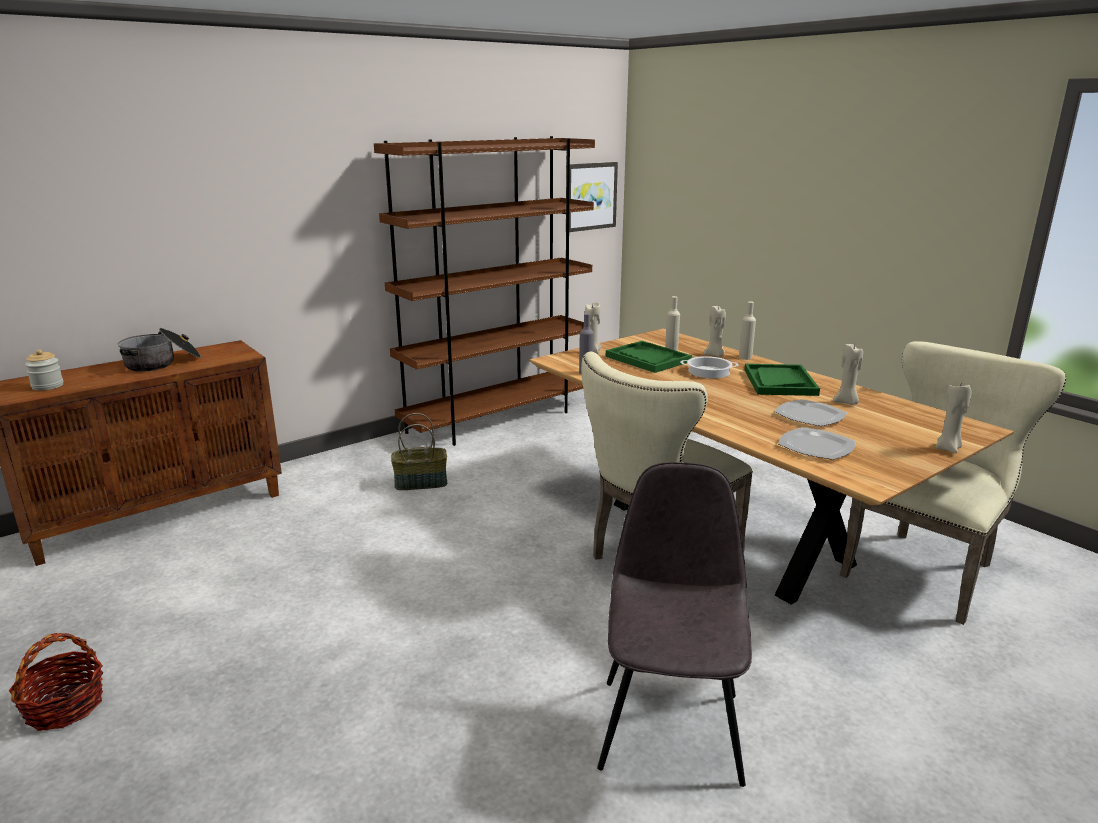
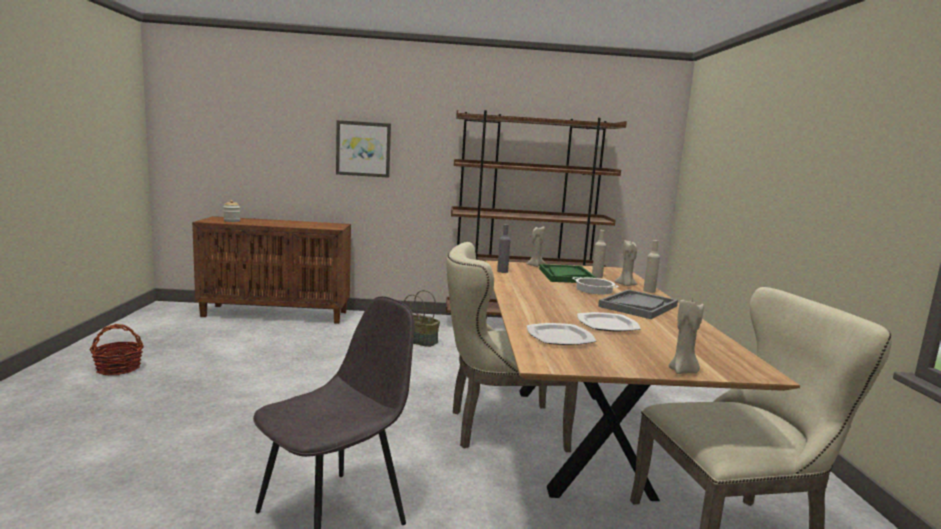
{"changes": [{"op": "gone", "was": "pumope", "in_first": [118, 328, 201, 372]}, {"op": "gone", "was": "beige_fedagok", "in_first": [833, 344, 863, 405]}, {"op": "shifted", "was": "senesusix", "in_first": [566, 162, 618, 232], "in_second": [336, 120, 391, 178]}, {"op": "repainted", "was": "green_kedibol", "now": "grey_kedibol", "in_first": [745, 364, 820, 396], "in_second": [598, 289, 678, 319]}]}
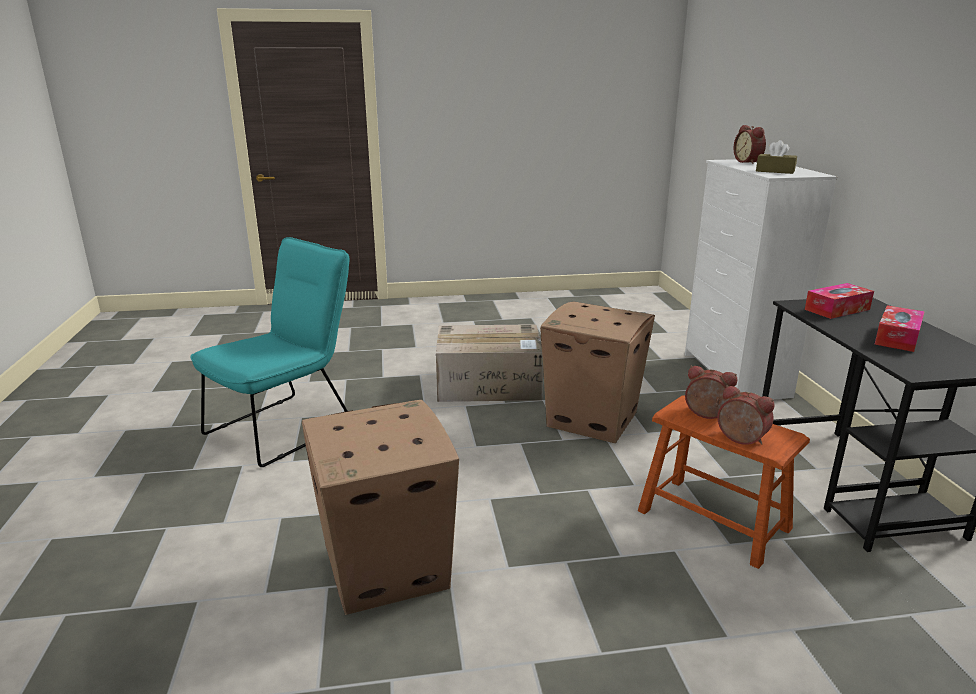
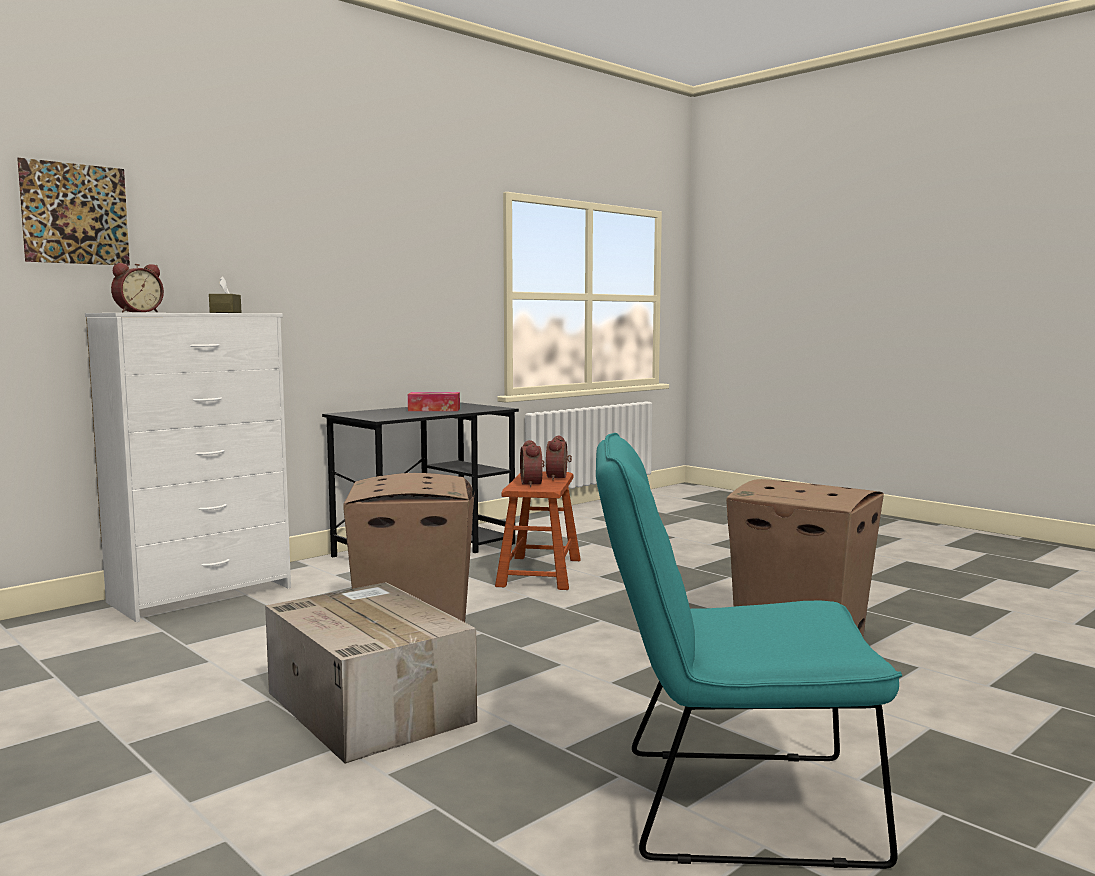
{"changes": [{"op": "gone", "was": "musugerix", "in_first": [805, 283, 874, 319]}, {"op": "new", "now": "senesusix", "in_second": [17, 158, 130, 266]}]}
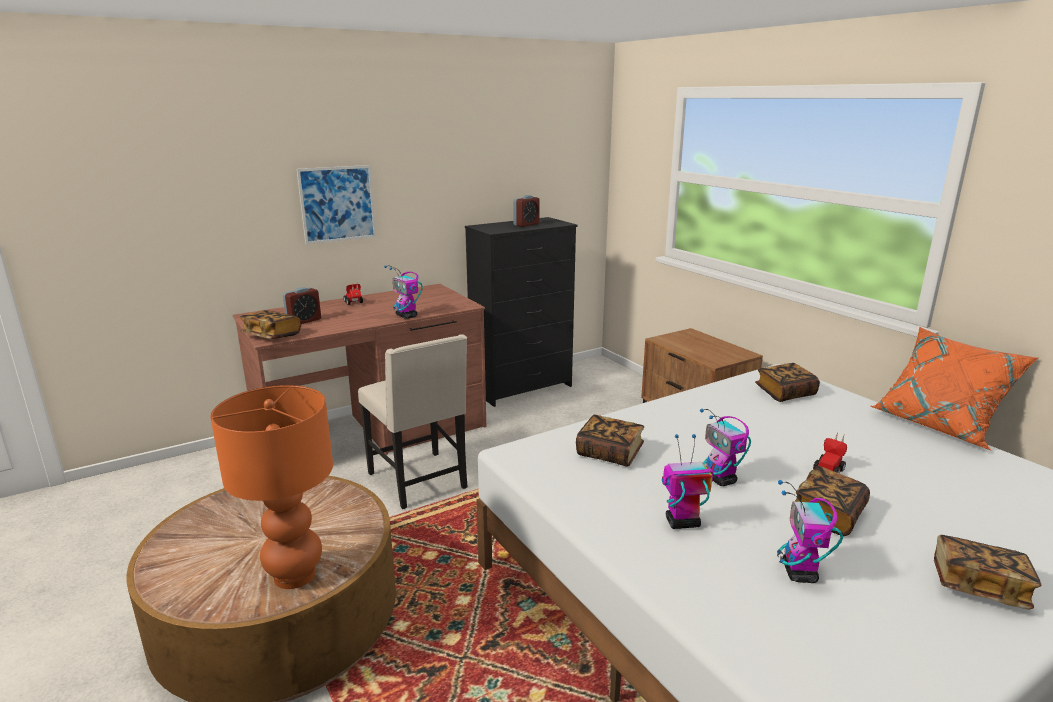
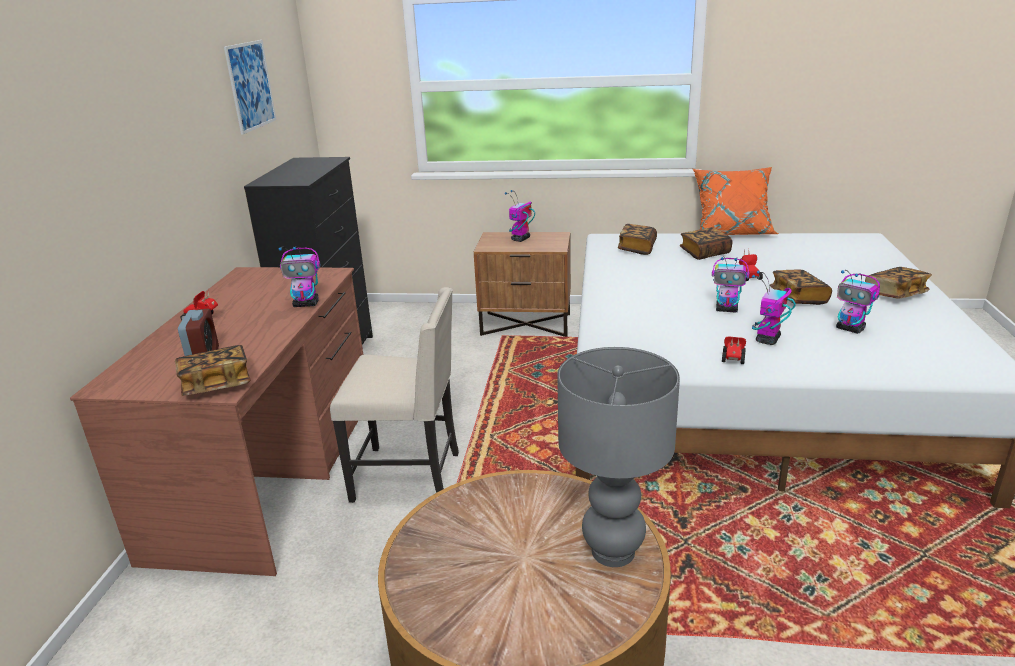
{"changes": [{"op": "gone", "was": "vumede", "in_first": [513, 195, 540, 227]}, {"op": "new", "now": "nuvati", "in_second": [505, 190, 535, 242]}, {"op": "new", "now": "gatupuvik", "in_second": [722, 336, 746, 364]}, {"op": "shifted", "was": "senesusix", "in_first": [297, 165, 376, 244], "in_second": [224, 40, 276, 135]}, {"op": "shifted", "was": "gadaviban", "in_first": [576, 414, 644, 467], "in_second": [680, 227, 733, 260]}, {"op": "repainted", "was": "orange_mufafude", "now": "grey_mufafude", "in_first": [210, 385, 333, 589], "in_second": [557, 347, 680, 567]}]}
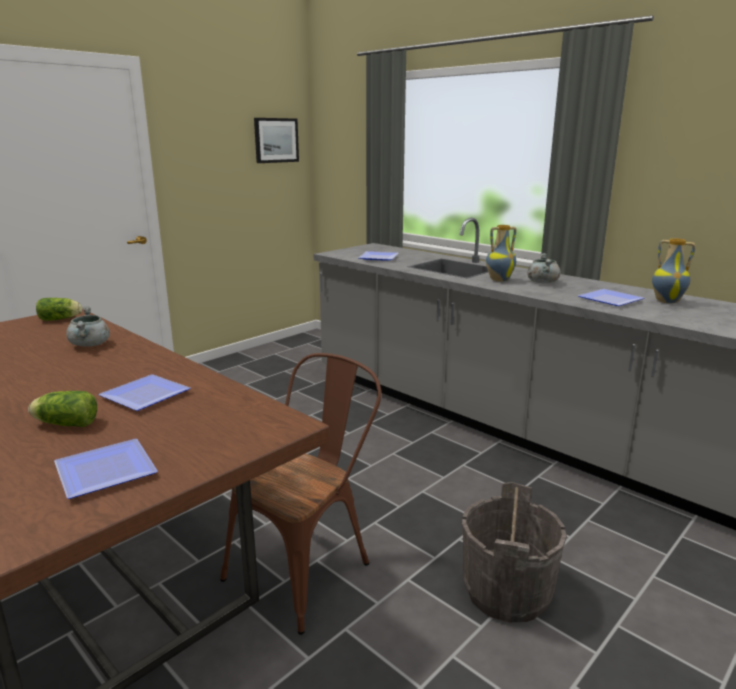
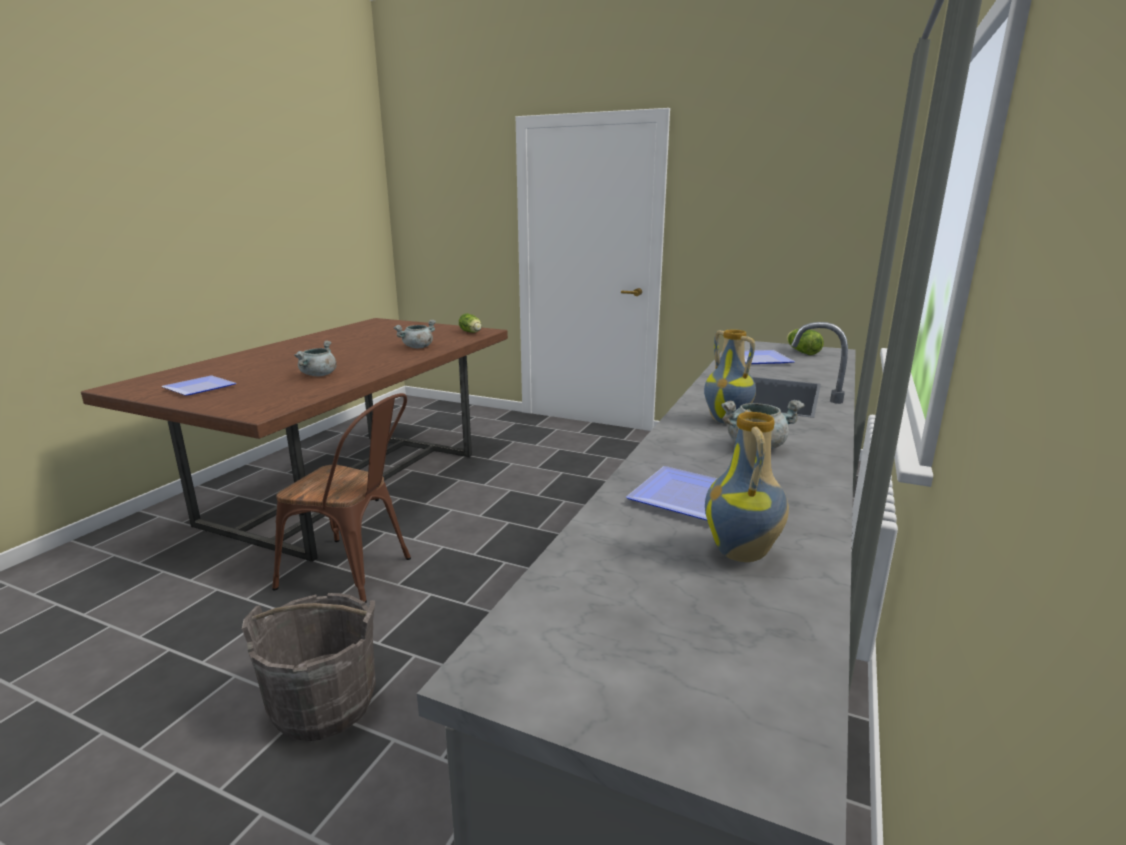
{"changes": [{"op": "gone", "was": "senesusix", "in_first": [254, 118, 299, 163]}, {"op": "shifted", "was": "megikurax", "in_first": [28, 391, 97, 427], "in_second": [787, 329, 824, 355]}, {"op": "swapped", "was": "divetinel", "now": "grey_pumope", "in_first": [98, 374, 190, 411], "in_second": [294, 341, 337, 376]}]}
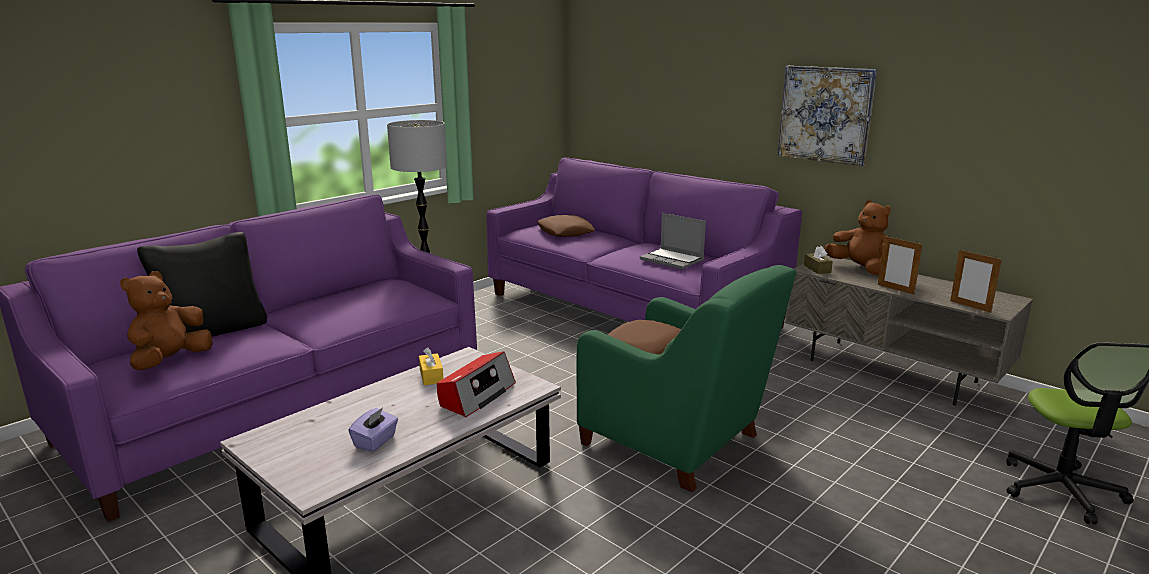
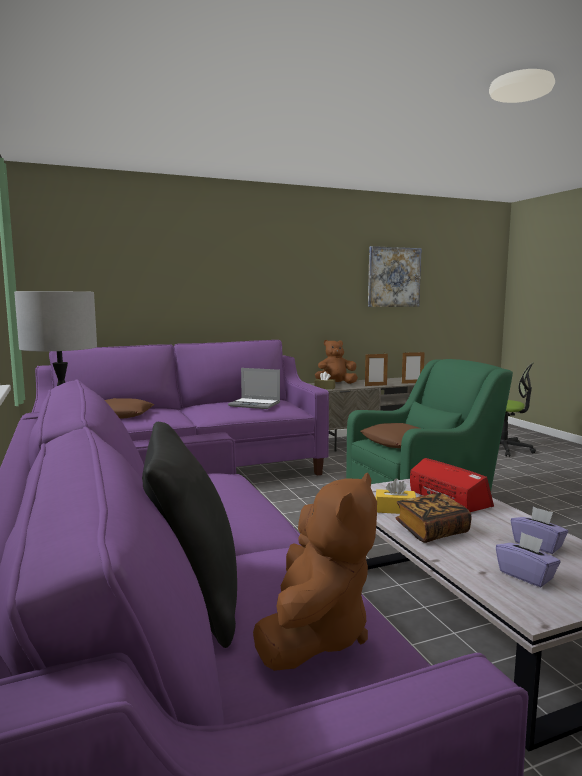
{"changes": [{"op": "new", "now": "gadaviban", "in_second": [396, 493, 472, 543]}, {"op": "new", "now": "purple_musugerix", "in_second": [496, 532, 561, 587]}, {"op": "shifted", "was": "senesusix", "in_first": [778, 66, 877, 166], "in_second": [368, 246, 422, 307]}, {"op": "rotated", "was": "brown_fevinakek", "in_first": [120, 271, 213, 370], "in_second": [253, 472, 377, 671], "clockwise": -120}, {"op": "rotated", "was": "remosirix", "in_first": [640, 213, 706, 269], "in_second": [228, 368, 280, 409], "clockwise": 45}]}
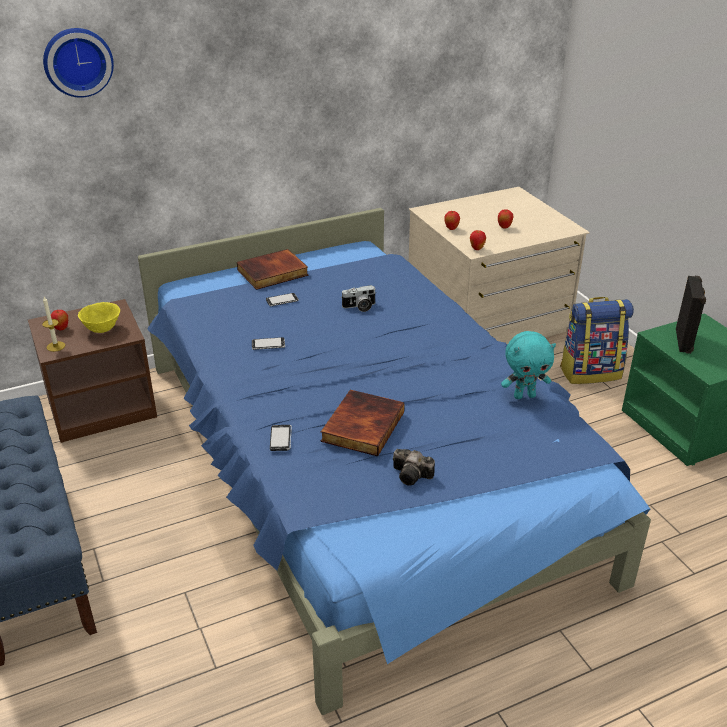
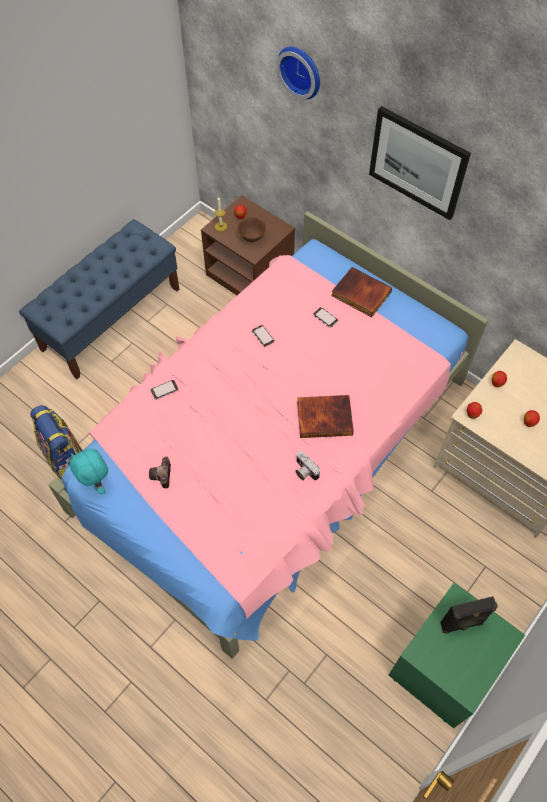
{"changes": [{"op": "new", "now": "senesusix", "in_second": [369, 106, 471, 220]}, {"op": "shifted", "was": "gadaviban", "in_first": [321, 390, 405, 456], "in_second": [297, 395, 354, 438]}, {"op": "shifted", "was": "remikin", "in_first": [342, 285, 376, 312], "in_second": [295, 451, 320, 481]}, {"op": "shifted", "was": "turquoise_fevinakek", "in_first": [501, 331, 556, 399], "in_second": [70, 449, 108, 494]}, {"op": "shifted", "was": "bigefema", "in_first": [560, 297, 634, 384], "in_second": [30, 405, 83, 480]}, {"op": "repainted", "was": "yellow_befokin", "now": "brown_befokin", "in_first": [78, 302, 120, 333], "in_second": [237, 217, 267, 242]}, {"op": "repainted", "was": "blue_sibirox", "now": "pink_sibirox", "in_first": [138, 208, 651, 715], "in_second": [49, 211, 488, 659]}]}
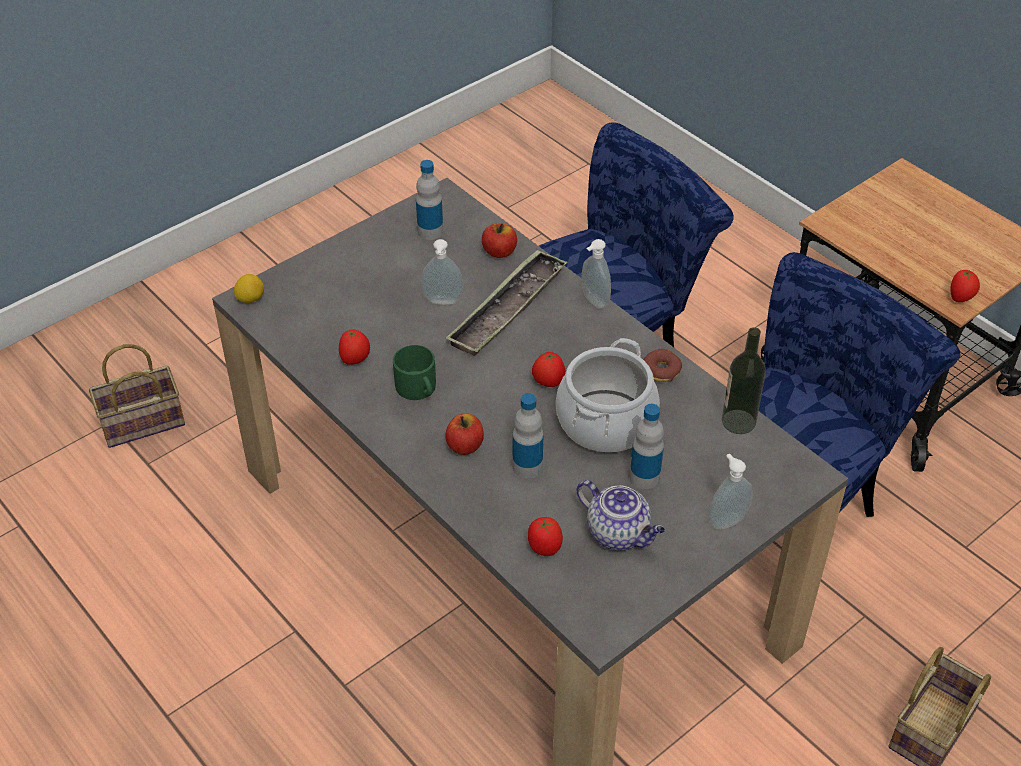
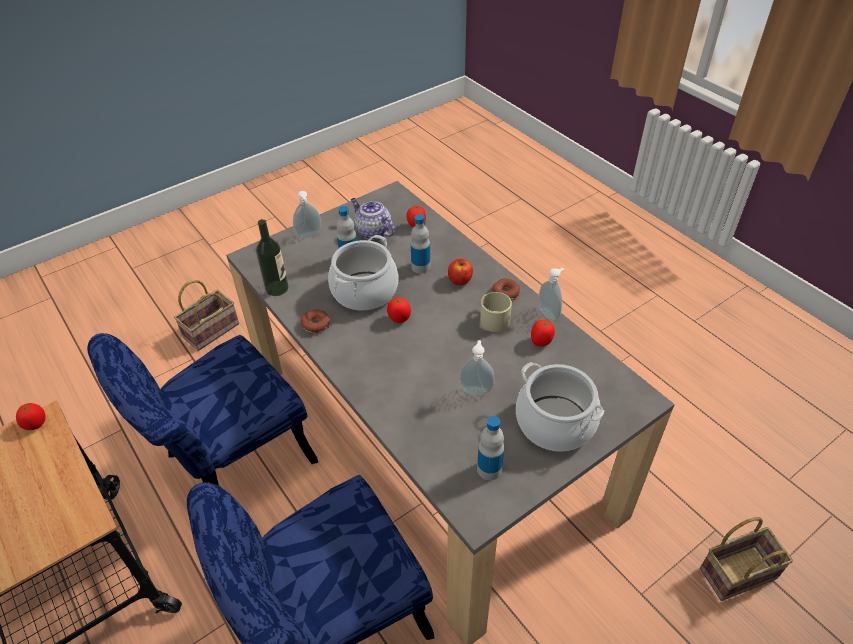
{"changes": [{"op": "gone", "was": "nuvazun", "in_first": [234, 274, 264, 303]}, {"op": "gone", "was": "kedibol", "in_first": [446, 249, 567, 356]}, {"op": "gone", "was": "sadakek", "in_first": [482, 223, 517, 258]}, {"op": "new", "now": "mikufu", "in_second": [492, 278, 520, 300]}, {"op": "new", "now": "pumope", "in_second": [516, 362, 604, 452]}, {"op": "shifted", "was": "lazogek", "in_first": [582, 239, 611, 309], "in_second": [539, 268, 564, 321]}, {"op": "repainted", "was": "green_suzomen", "now": "beige_suzomen", "in_first": [393, 345, 436, 400], "in_second": [480, 292, 512, 332]}]}
